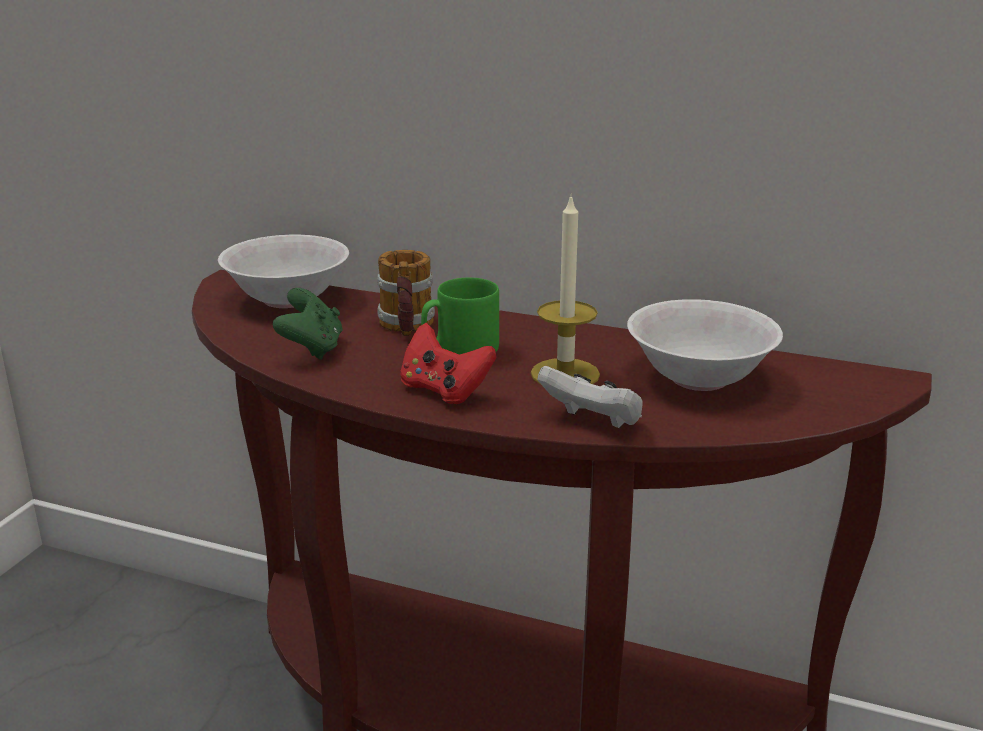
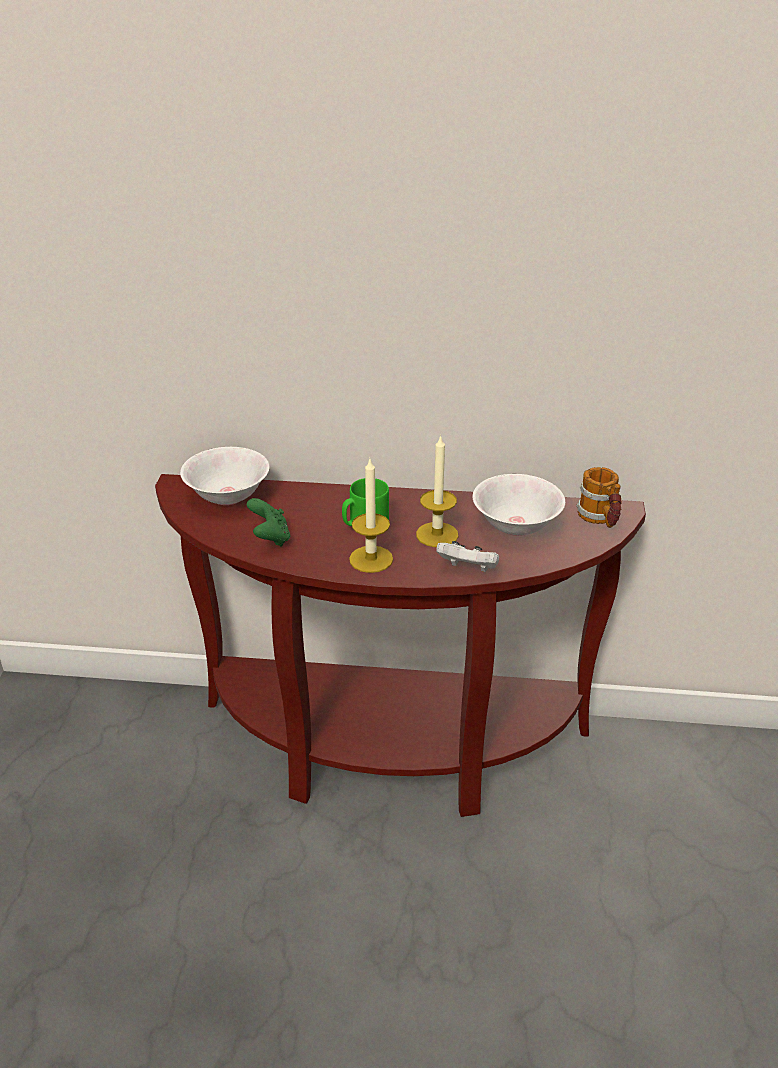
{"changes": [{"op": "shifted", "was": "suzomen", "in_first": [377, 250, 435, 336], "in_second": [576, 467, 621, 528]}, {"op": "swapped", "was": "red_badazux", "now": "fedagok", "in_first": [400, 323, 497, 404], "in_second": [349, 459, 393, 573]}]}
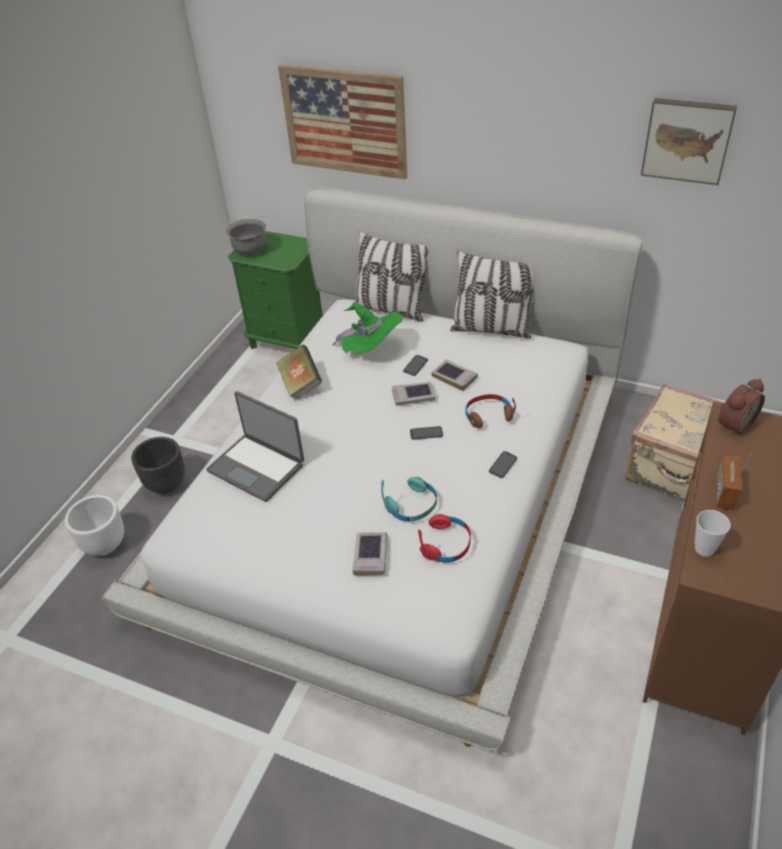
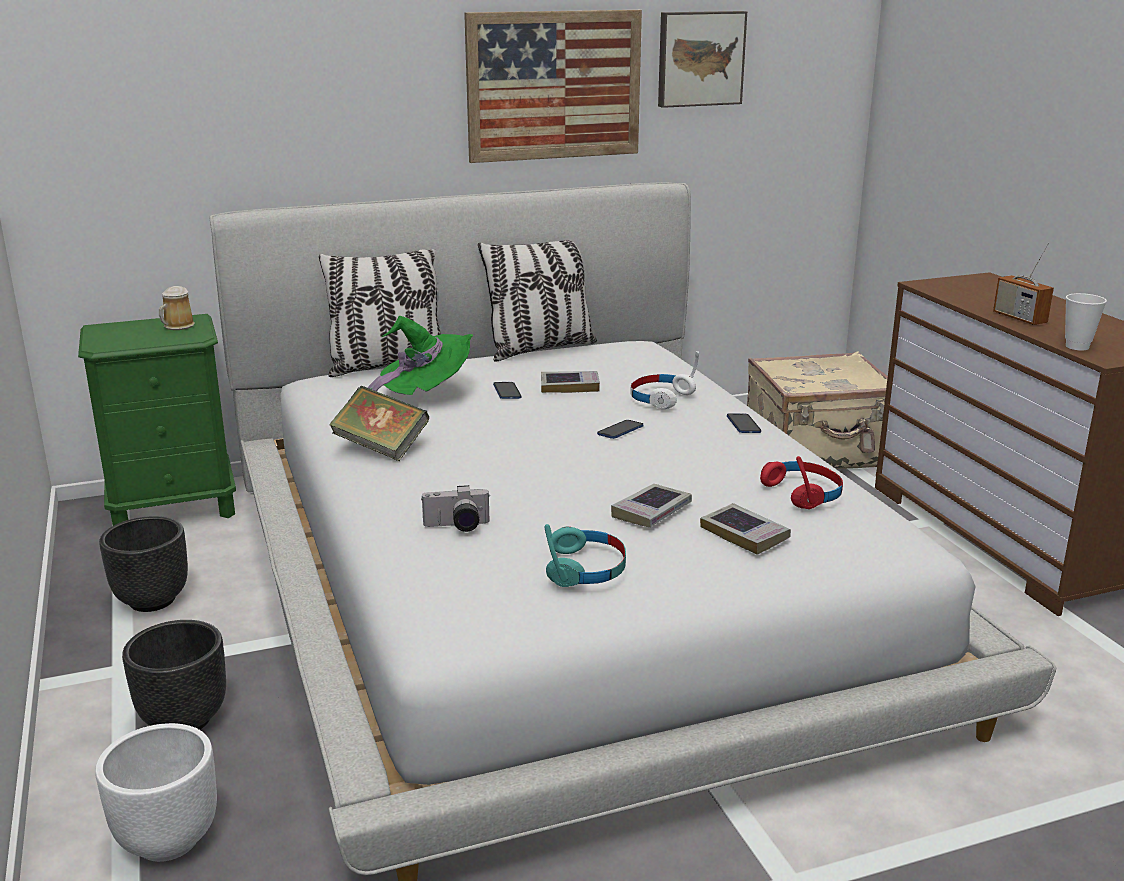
{"changes": [{"op": "gone", "was": "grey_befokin", "in_first": [226, 219, 266, 256]}, {"op": "gone", "was": "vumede", "in_first": [718, 379, 765, 436]}, {"op": "new", "now": "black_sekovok", "in_second": [99, 516, 188, 612]}, {"op": "new", "now": "suzomen", "in_second": [159, 286, 195, 330]}, {"op": "shifted", "was": "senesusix", "in_first": [278, 64, 407, 179], "in_second": [464, 10, 642, 163]}, {"op": "shifted", "was": "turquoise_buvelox", "in_first": [381, 477, 437, 521], "in_second": [544, 524, 626, 587]}, {"op": "shifted", "was": "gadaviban", "in_first": [392, 382, 436, 406], "in_second": [611, 484, 692, 527]}, {"op": "swapped", "was": "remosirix", "now": "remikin", "in_first": [206, 391, 304, 502], "in_second": [422, 485, 490, 532]}, {"op": "repainted", "was": "brown_buvelox", "now": "white_buvelox", "in_first": [465, 394, 516, 428], "in_second": [630, 351, 699, 409]}]}
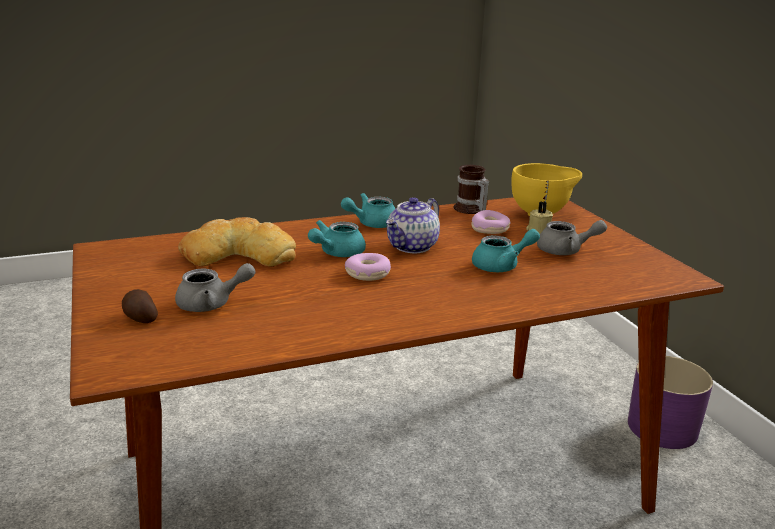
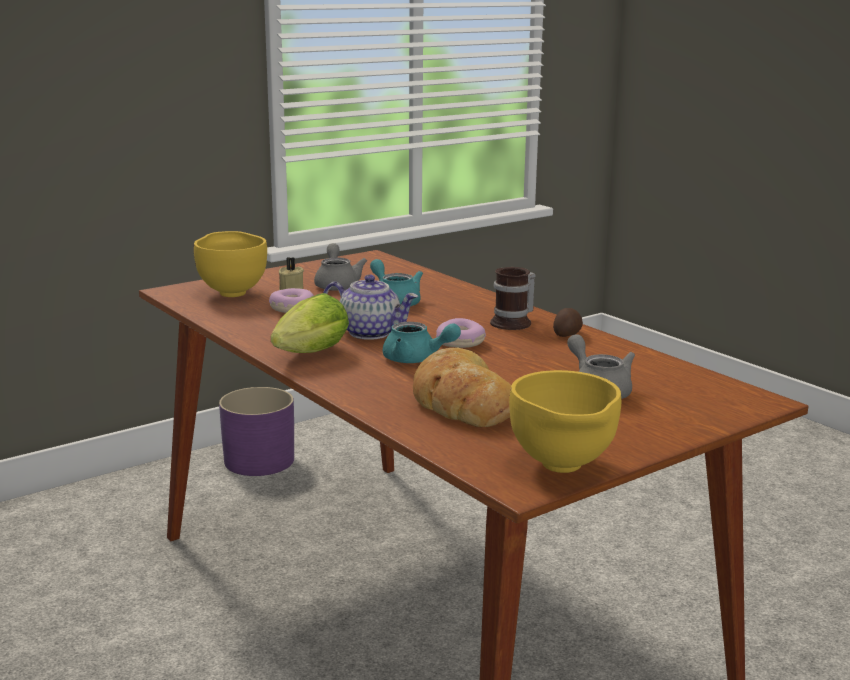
{"changes": [{"op": "new", "now": "yellow_befokin", "in_second": [509, 370, 621, 473]}, {"op": "shifted", "was": "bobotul", "in_first": [122, 289, 158, 323], "in_second": [553, 308, 583, 337]}, {"op": "shifted", "was": "suzomen", "in_first": [454, 165, 489, 214], "in_second": [490, 267, 536, 330]}, {"op": "swapped", "was": "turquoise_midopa", "now": "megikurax", "in_first": [341, 193, 396, 228], "in_second": [271, 293, 349, 353]}]}
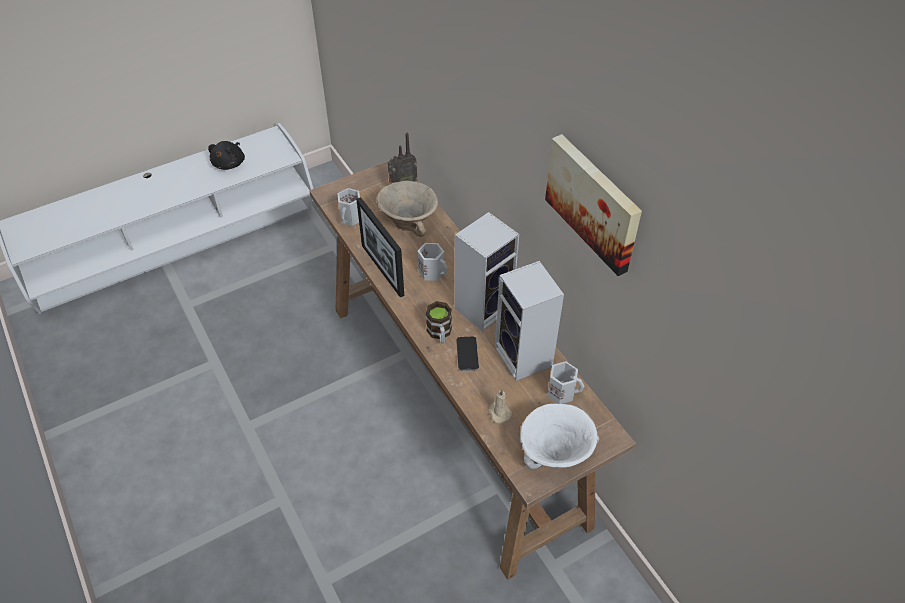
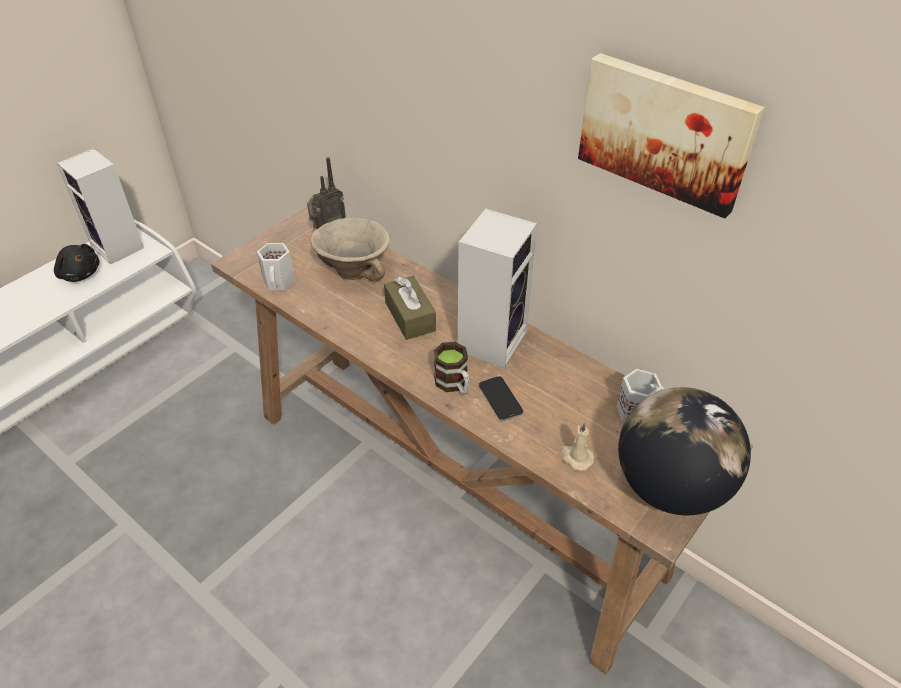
{"changes": [{"op": "gone", "was": "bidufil", "in_first": [356, 197, 404, 297]}, {"op": "shifted", "was": "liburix", "in_first": [495, 261, 564, 381], "in_second": [57, 148, 144, 264]}, {"op": "swapped", "was": "white_suzomen", "now": "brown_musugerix", "in_first": [418, 243, 448, 281], "in_second": [384, 276, 436, 340]}, {"op": "swapped", "was": "white_befokin", "now": "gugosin", "in_first": [520, 404, 599, 469], "in_second": [618, 387, 751, 515]}, {"op": "rotated", "was": "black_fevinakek", "in_first": [208, 141, 245, 170], "in_second": [54, 244, 100, 282], "clockwise": -45}]}
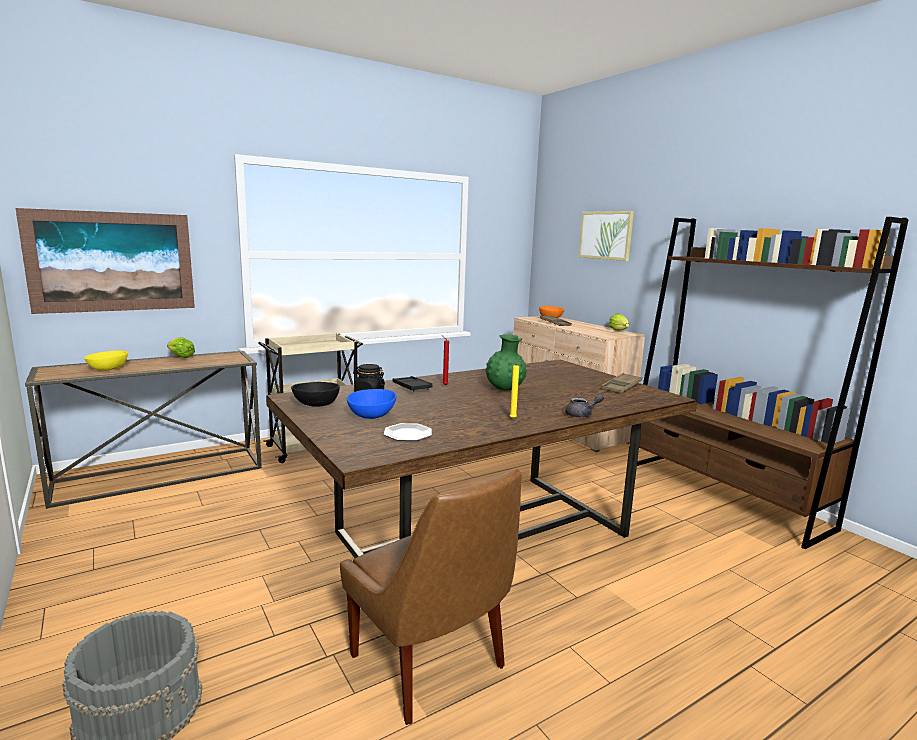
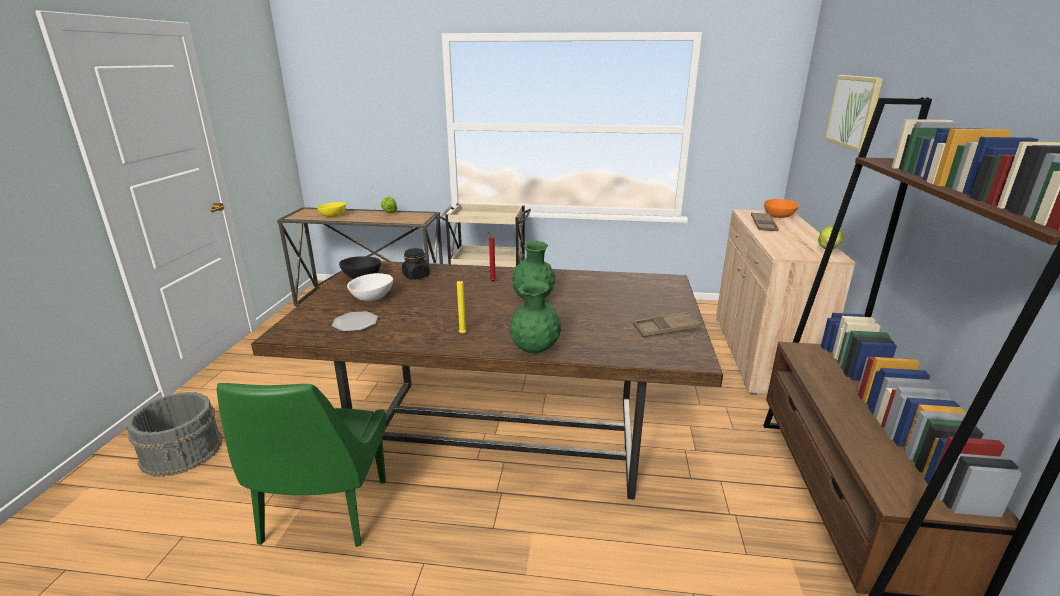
{"changes": [{"op": "gone", "was": "senesusix", "in_first": [16, 208, 195, 314]}, {"op": "gone", "was": "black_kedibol", "in_first": [393, 376, 432, 392]}, {"op": "swapped", "was": "grey_midopa", "now": "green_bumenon", "in_first": [565, 394, 604, 418], "in_second": [510, 281, 561, 354]}, {"op": "repainted", "was": "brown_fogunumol", "now": "green_fogunumol", "in_first": [340, 469, 521, 725], "in_second": [217, 383, 386, 547]}, {"op": "repainted", "was": "blue_befokin", "now": "white_befokin", "in_first": [347, 389, 396, 419], "in_second": [347, 273, 393, 301]}]}
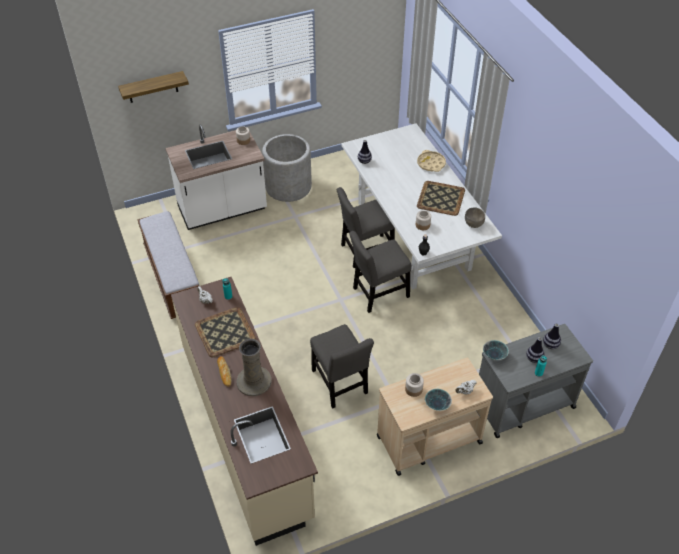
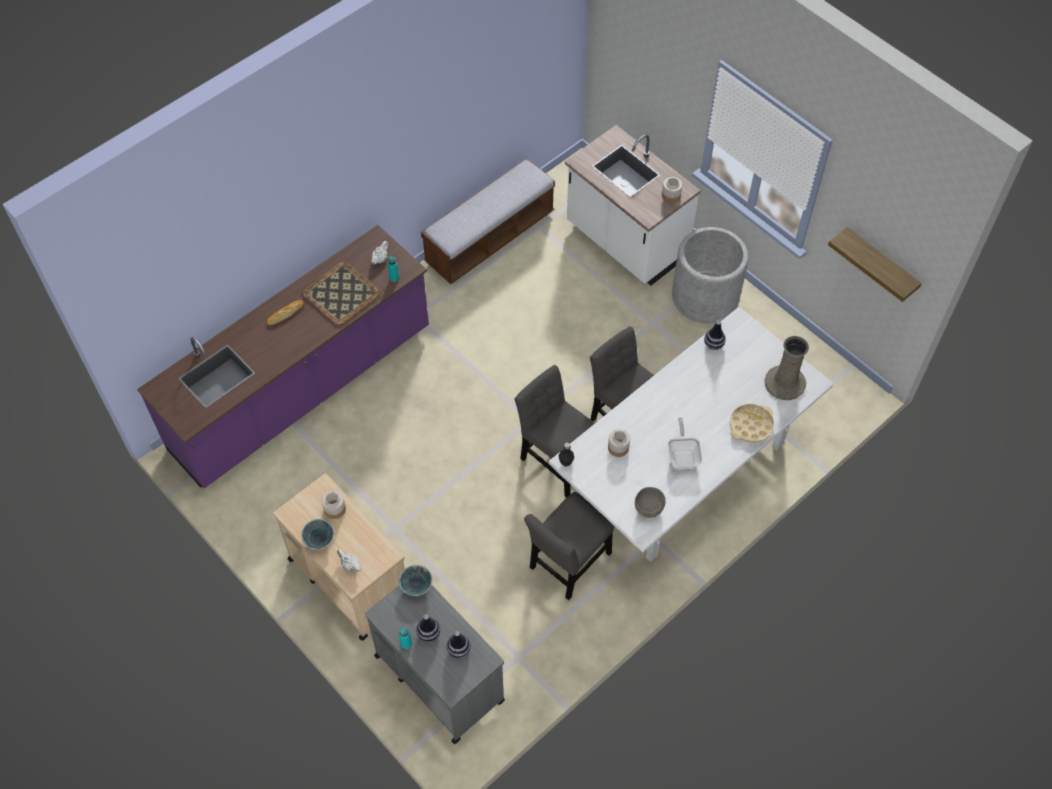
{"changes": [{"op": "shifted", "was": "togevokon", "in_first": [118, 71, 189, 103], "in_second": [828, 227, 922, 302]}, {"op": "shifted", "was": "beige_bumenon", "in_first": [236, 339, 272, 396], "in_second": [765, 336, 809, 400]}, {"op": "shifted", "was": "grey_fogunumol", "in_first": [310, 324, 374, 408], "in_second": [524, 492, 614, 600]}, {"op": "swapped", "was": "kedibol", "now": "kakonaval", "in_first": [417, 181, 465, 216], "in_second": [668, 418, 702, 468]}, {"op": "repainted", "was": "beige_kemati", "now": "purple_kemati", "in_first": [171, 277, 318, 546], "in_second": [137, 225, 429, 489]}]}
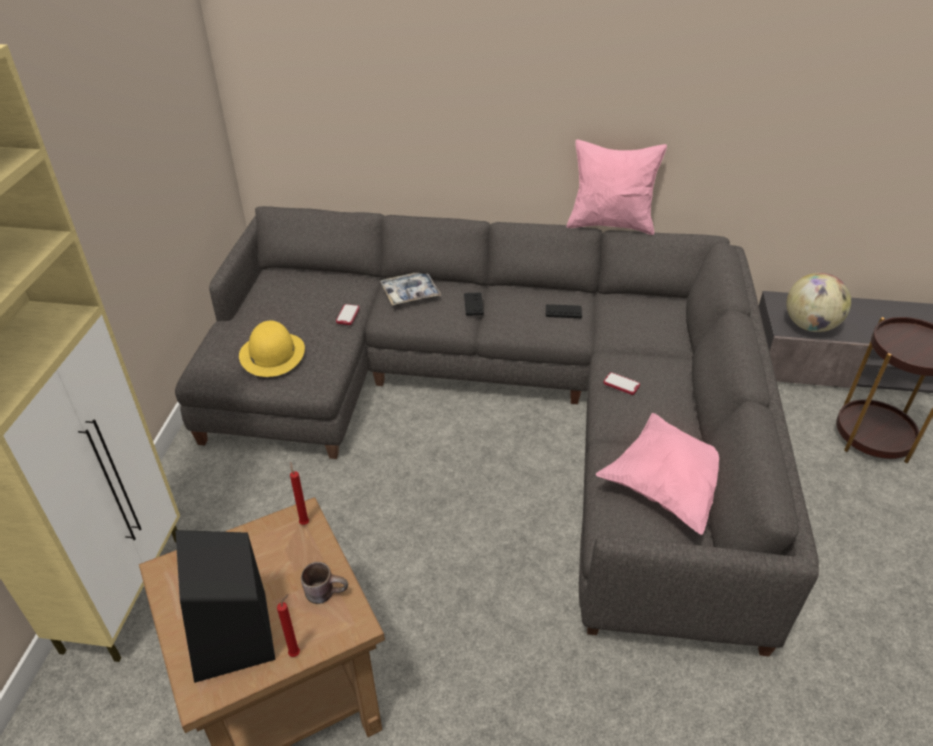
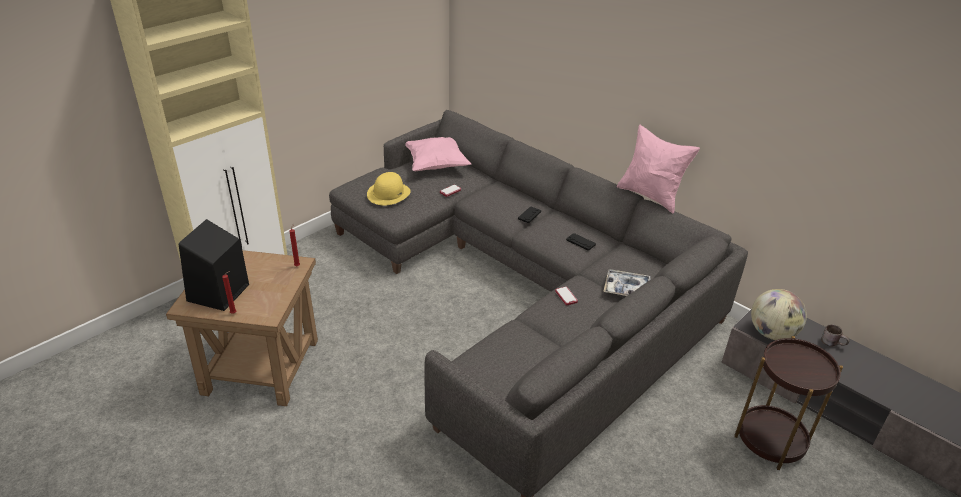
{"changes": [{"op": "shifted", "was": "brown_suzomen", "in_first": [301, 562, 348, 604], "in_second": [821, 324, 850, 346]}, {"op": "shifted", "was": "kedibol", "in_first": [380, 273, 441, 305], "in_second": [603, 269, 651, 296]}, {"op": "shifted", "was": "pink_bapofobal", "in_first": [596, 413, 719, 535], "in_second": [405, 137, 471, 171]}]}
